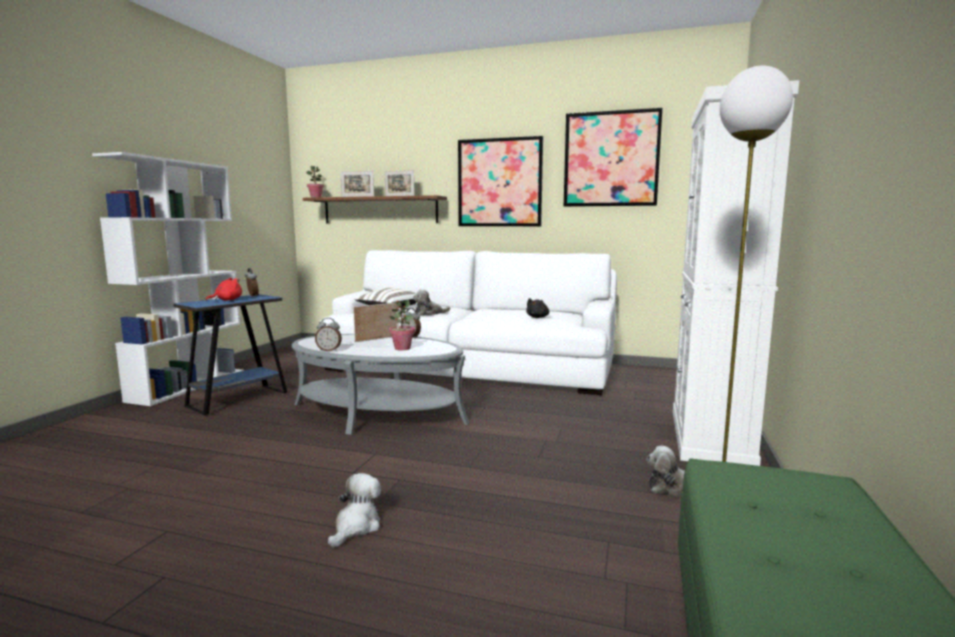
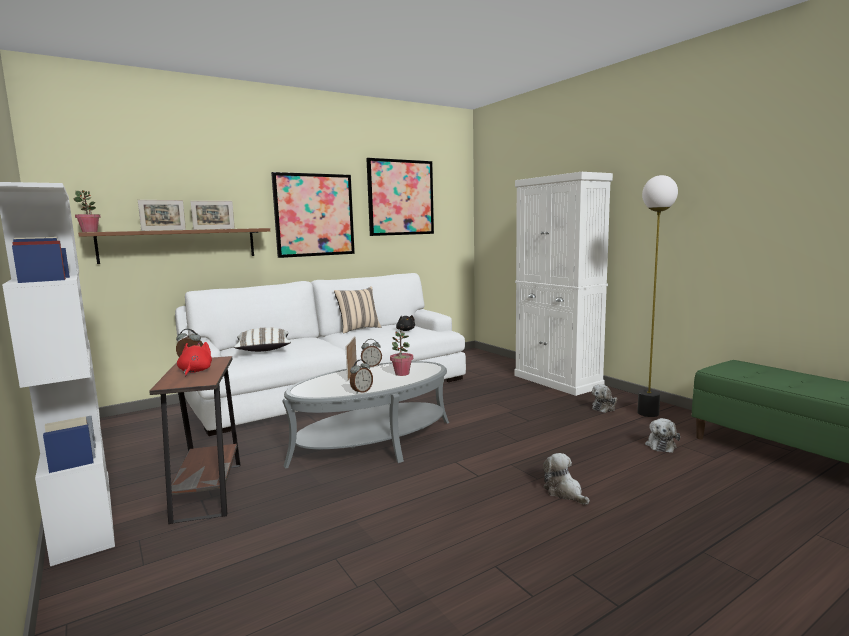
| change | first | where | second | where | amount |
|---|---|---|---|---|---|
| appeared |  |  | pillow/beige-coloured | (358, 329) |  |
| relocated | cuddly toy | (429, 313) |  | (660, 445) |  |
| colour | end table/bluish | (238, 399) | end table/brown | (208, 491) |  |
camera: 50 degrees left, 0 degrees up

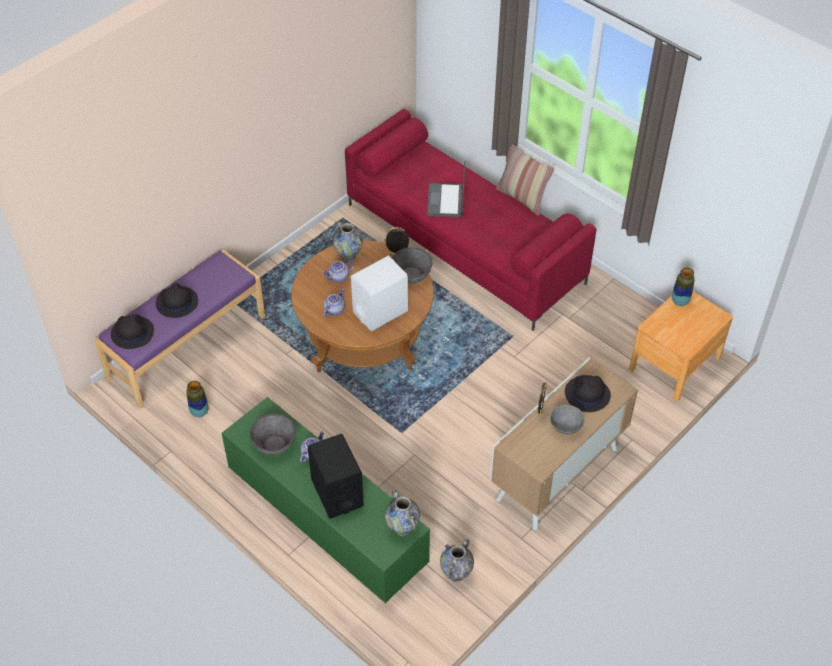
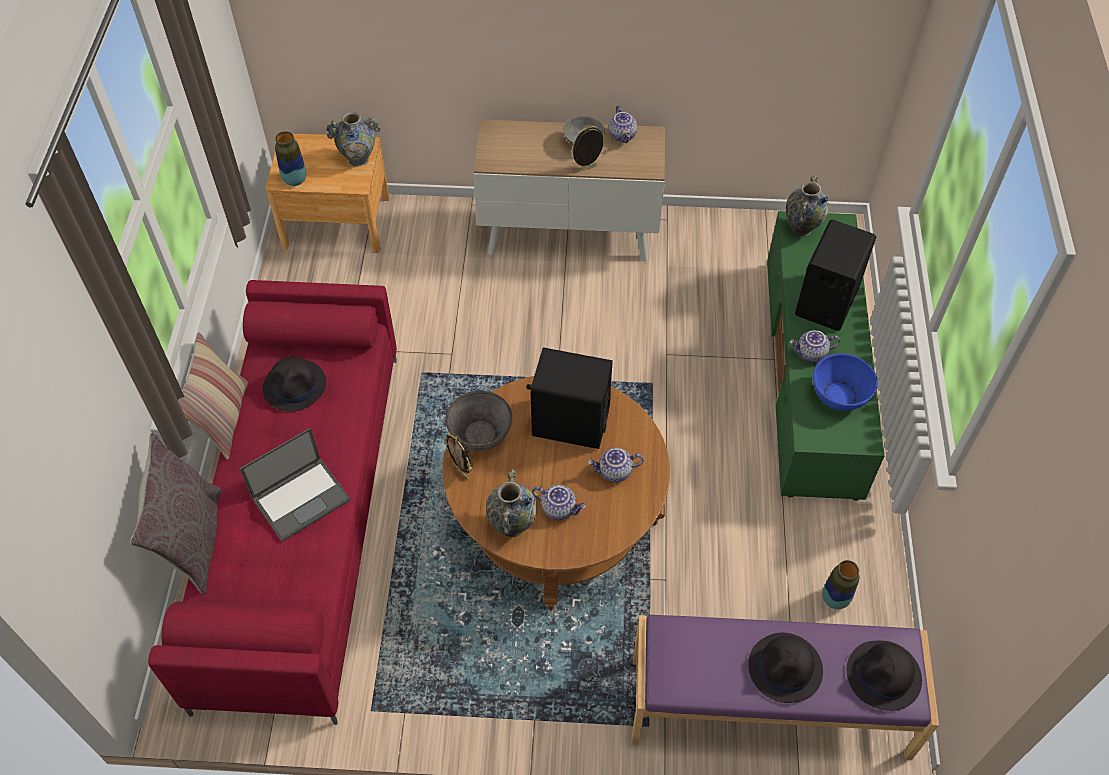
| change | first | where | second | where | amount |
|---|---|---|---|---|---|
| appeared |  |  | pillow/greyish | (192, 541) |  |
| appeared |  |  | teapot | (623, 135) |  |
| relocated | flower vase | (456, 574) |  | (358, 159) |  |
| relocated | clothing hat/black-coloured | (587, 394) |  | (295, 386) |  |
| colour | deep dish/greyish | (274, 444) | deep dish/bluish | (839, 395) |  |
| colour | loudspeaker/white-coloured | (380, 312) | loudspeaker/black-coloured | (570, 423) |  |
camera: 130 degrees left, 5 degrees up

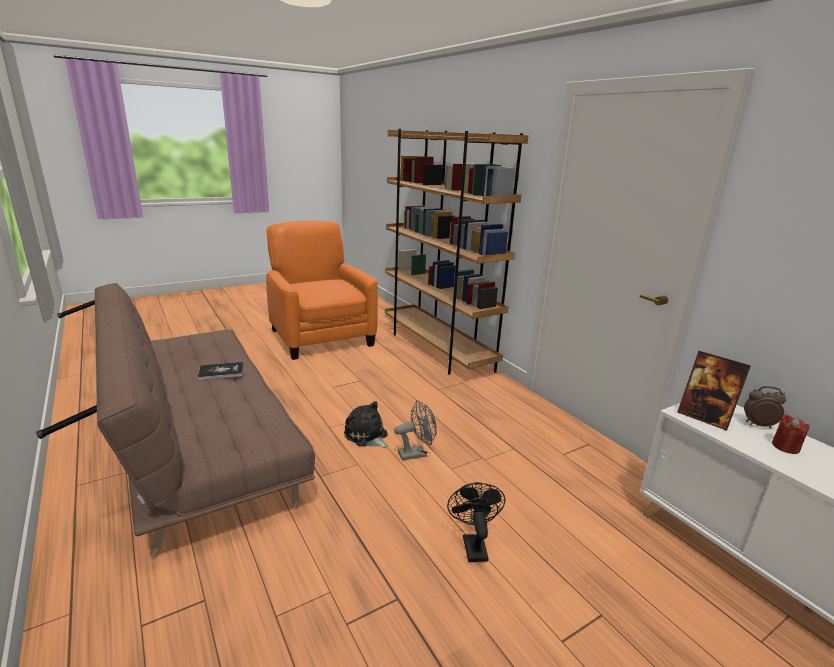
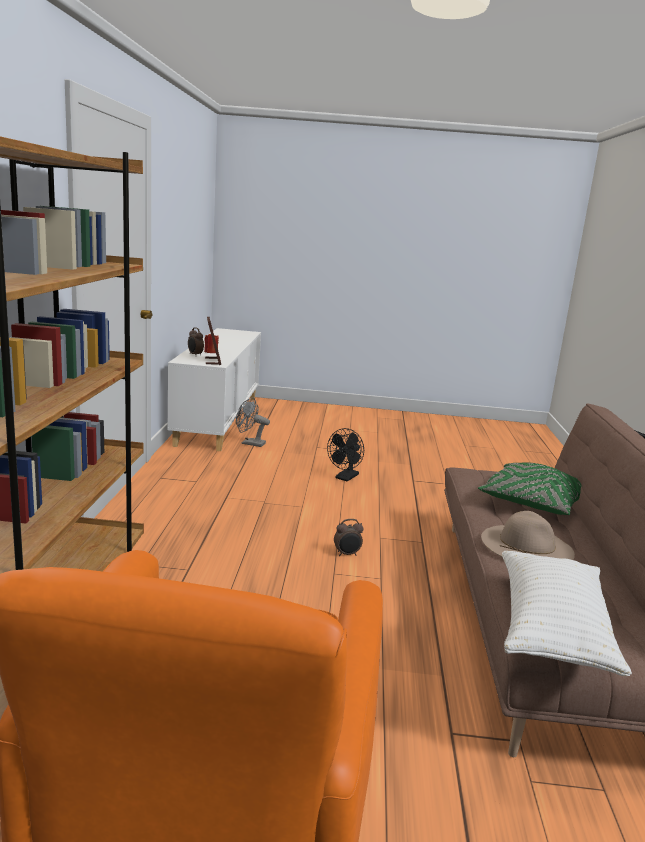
| change | first | where | second | where | amount |
|---|---|---|---|---|---|
| appeared |  |  | pillow/greenish | (532, 504) |  |
| appeared |  |  | pillow/white-coloured | (552, 629) |  |
| relocated | electric fan/greyish | (416, 453) |  | (249, 443) |  |
| exchanged | bound book | (221, 372) | clothing hat/beige-coloured | (526, 545) |  |
| exchanged | cuddly toy | (367, 436) | alarm clock | (347, 554) |  |
camera: 145 degrees left, 5 degrees down

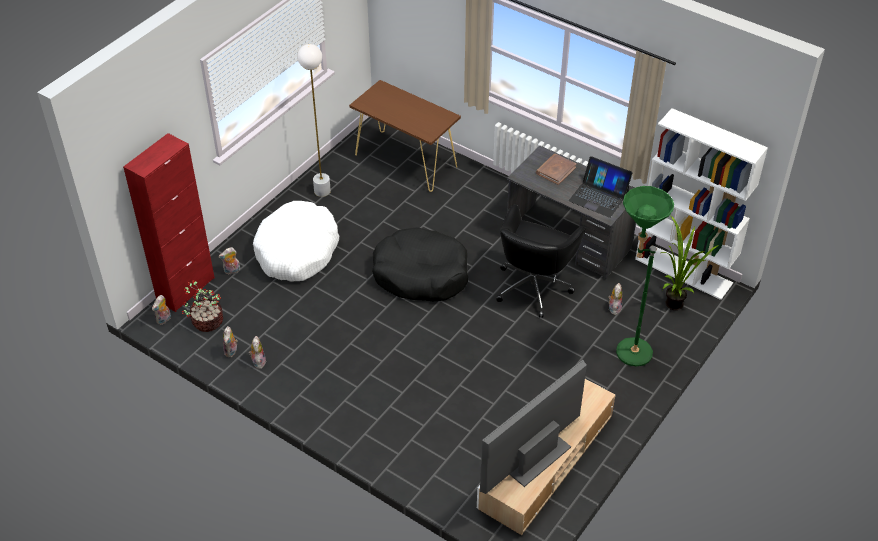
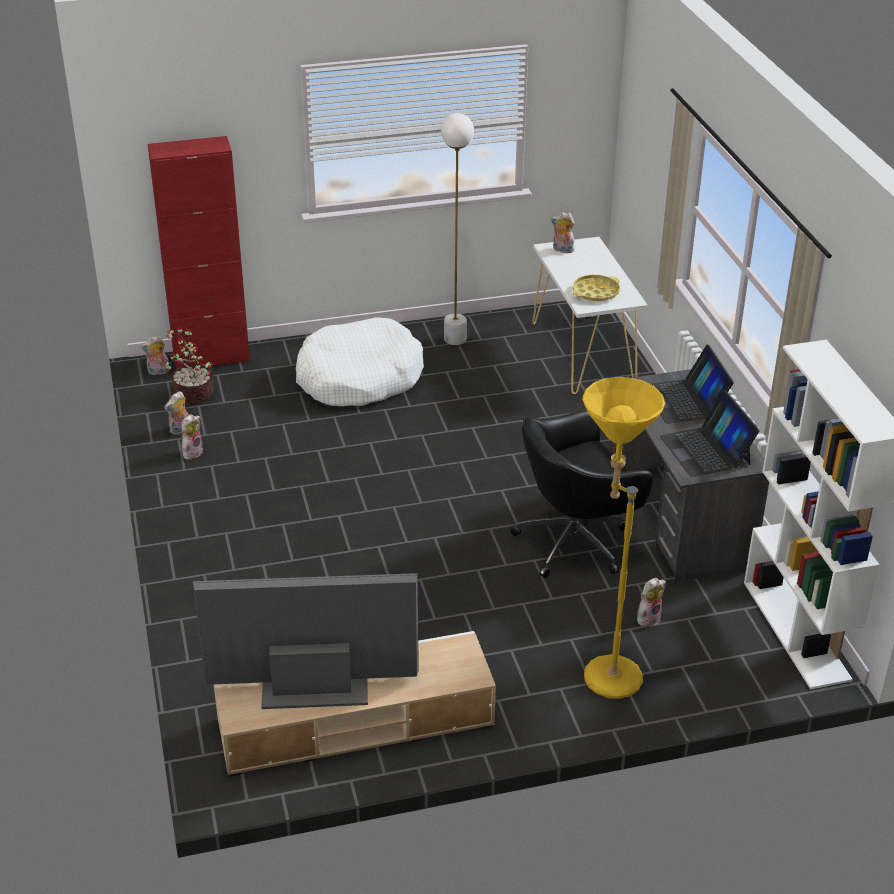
| change | first | where | second | where | amount |
|---|---|---|---|---|---|
| missing | pet bed/black-coloured | (421, 274) |  |  |  |
| missing | potted plant | (673, 301) |  |  |  |
| appeared |  |  | carrying tray/yellow | (595, 292) |  |
| relocated | cuddly toy | (232, 271) |  | (562, 250) |  |
| exchanged | bound book/brown | (555, 170) | notebook computer | (685, 400) |  |
| colour | narrow table/brown | (406, 161) | narrow table/white-coloured | (583, 354) |  |
| colour | standard lamp/greenish | (626, 352) | standard lamp/yellow | (602, 671) |  |
camera: 40 degrees right, 10 degrees down

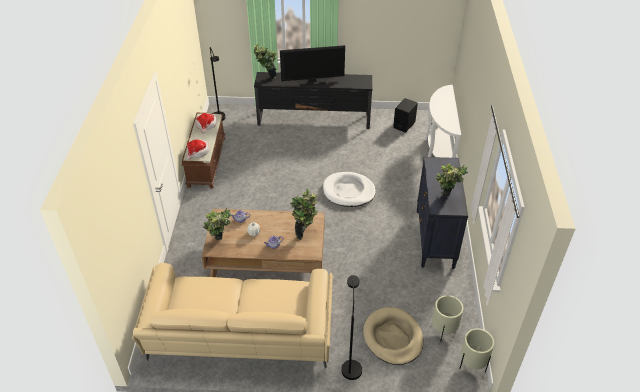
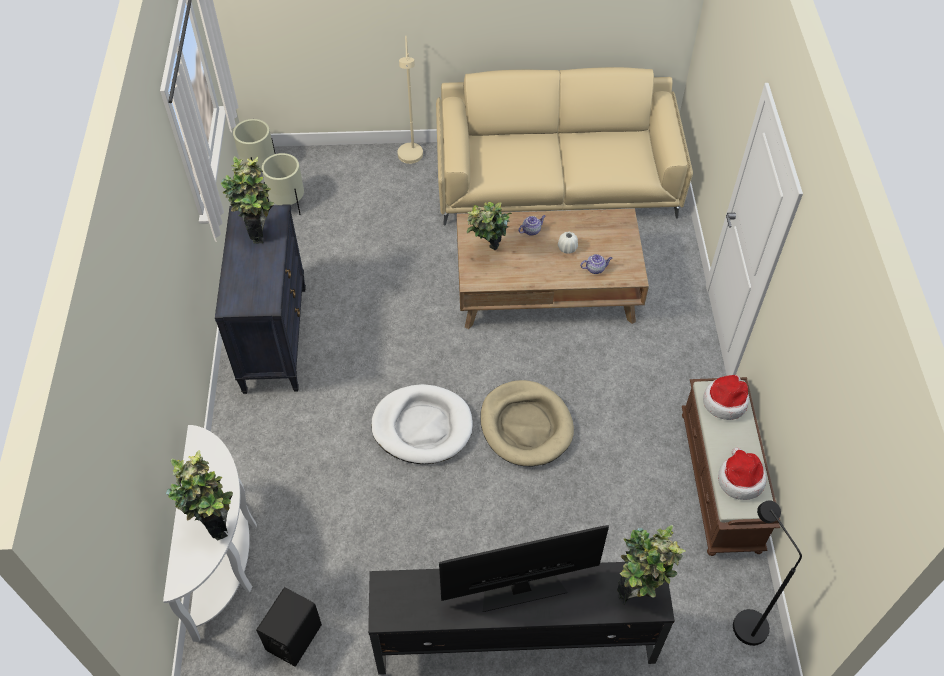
| change | first | where | second | where | amount |
|---|---|---|---|---|---|
| relocated | potted plant | (220, 244) |  | (213, 521) |  |
| relocated | pet bed/beige-coloured | (393, 337) |  | (526, 425) |  |
| colour | standard lamp/black-coloured | (350, 365) | standard lamp/beige-coloured | (411, 160) |  |
camera: 175 degrees right, 10 degrees up

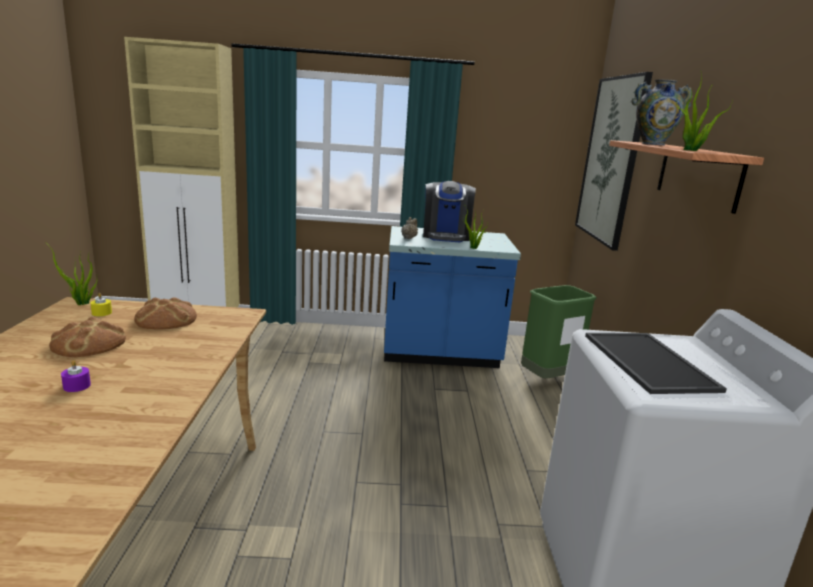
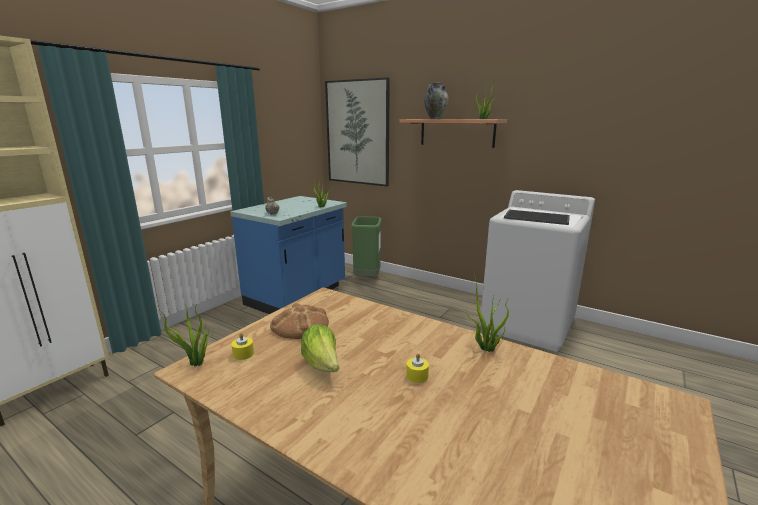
| change | first | where | second | where | amount |
|---|---|---|---|---|---|
| missing | coffee brewer | (446, 236) |  |  |  |
| appeared |  |  | potted plant | (485, 348) |  |
| exchanged | baked bread | (89, 343) | lettuce head | (322, 365) |  |
| colour | candle/purplish | (77, 386) | candle/yellow | (417, 376) |  |
camera: 55 degrees left, 0 degrees up

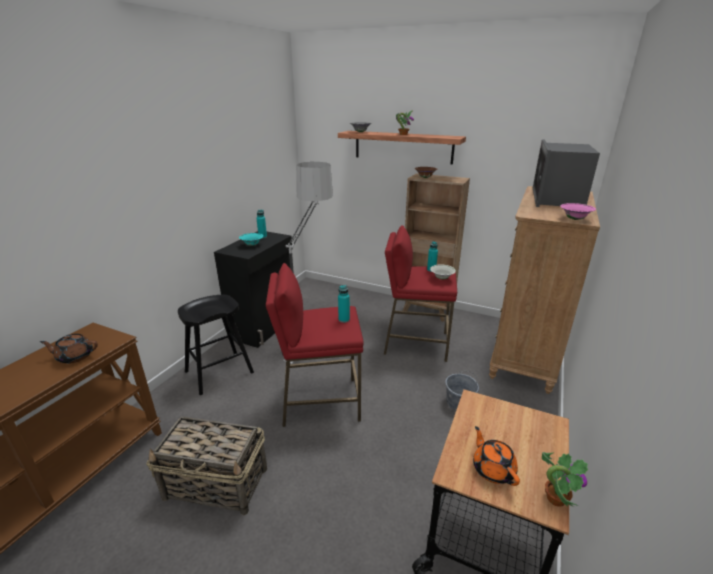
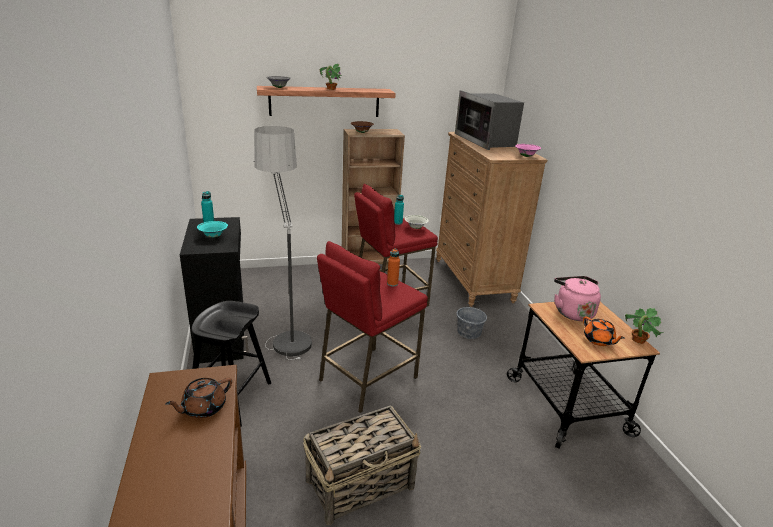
| change | first | where | second | where | amount |
|---|---|---|---|---|---|
| appeared |  |  | tea kettle/pinkish | (572, 312) |  |
| colour | drink bottle/turquoise | (344, 319) | drink bottle/orangey | (392, 283) |  |
| spun | teapot/orangey | (493, 469) |  | (598, 340) | 150 degrees counterclockwise |
camera: 40 degrees left, 0 degrees up

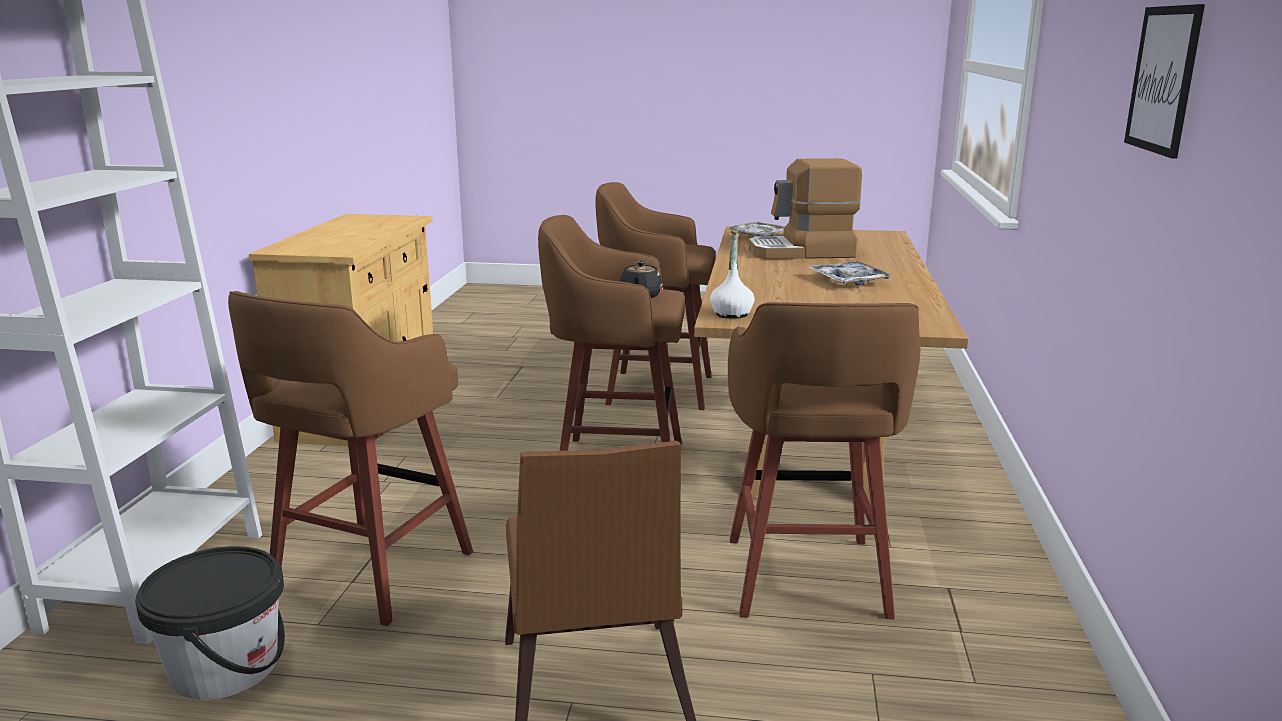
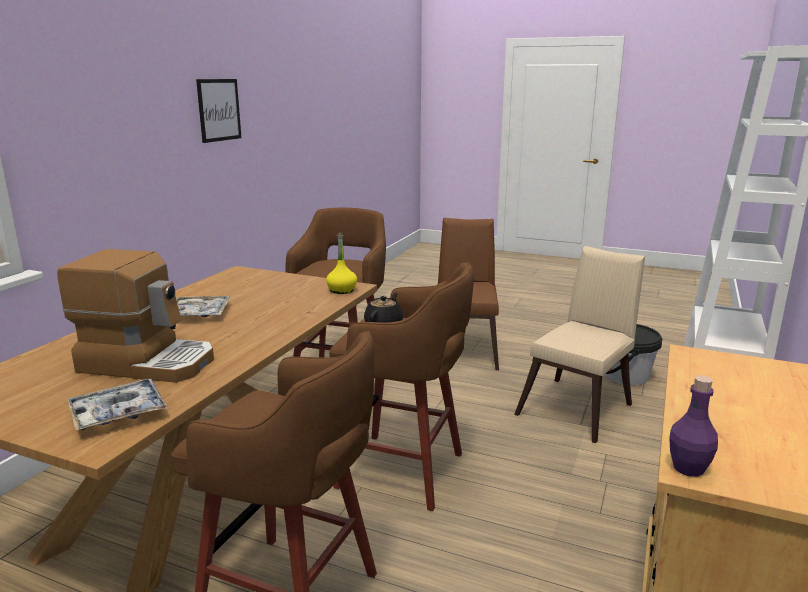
| change | first | where | second | where | amount |
|---|---|---|---|---|---|
| appeared |  |  | drink bottle/purplish | (688, 468) |  |
| exchanged | stool/brown | (368, 575) | plain chair/beige-coloured | (579, 407) |  |
| colour | drink bottle/white-coloured | (732, 314) | drink bottle/yellow | (341, 290) |  |
camera: 165 degrees left, 0 degrees up

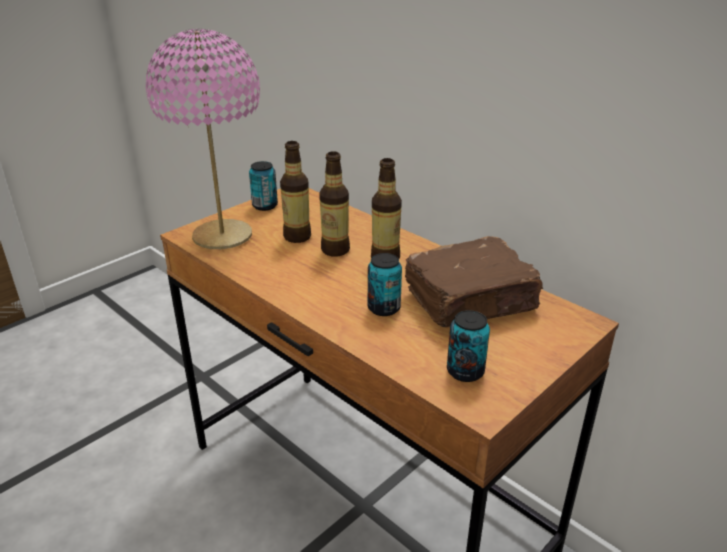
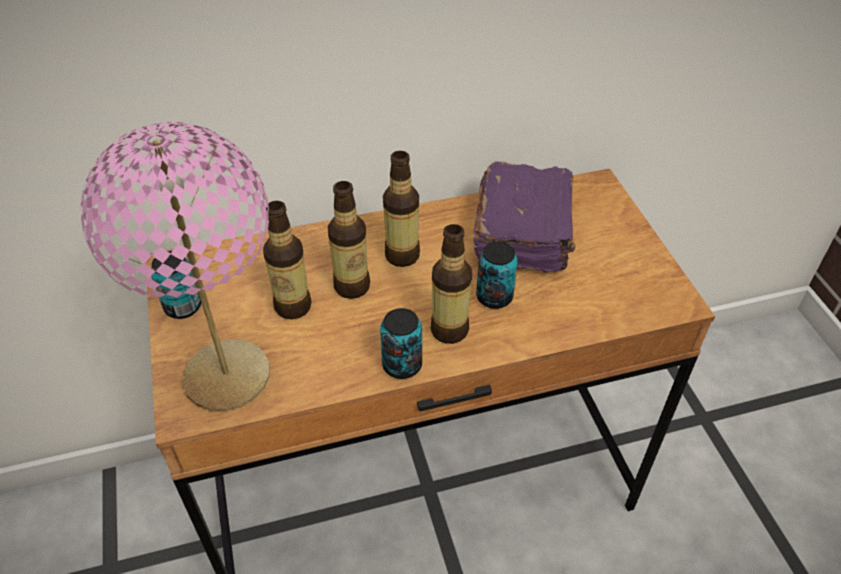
| change | first | where | second | where | amount |
|---|---|---|---|---|---|
| appeared |  |  | drink bottle | (449, 330) |  |
| relocated | can | (465, 371) |  | (402, 365) |  |
| colour | bound book/brown | (471, 301) | bound book/purplish | (524, 233) |  |
camera: 60 degrees left, 15 degrees up

